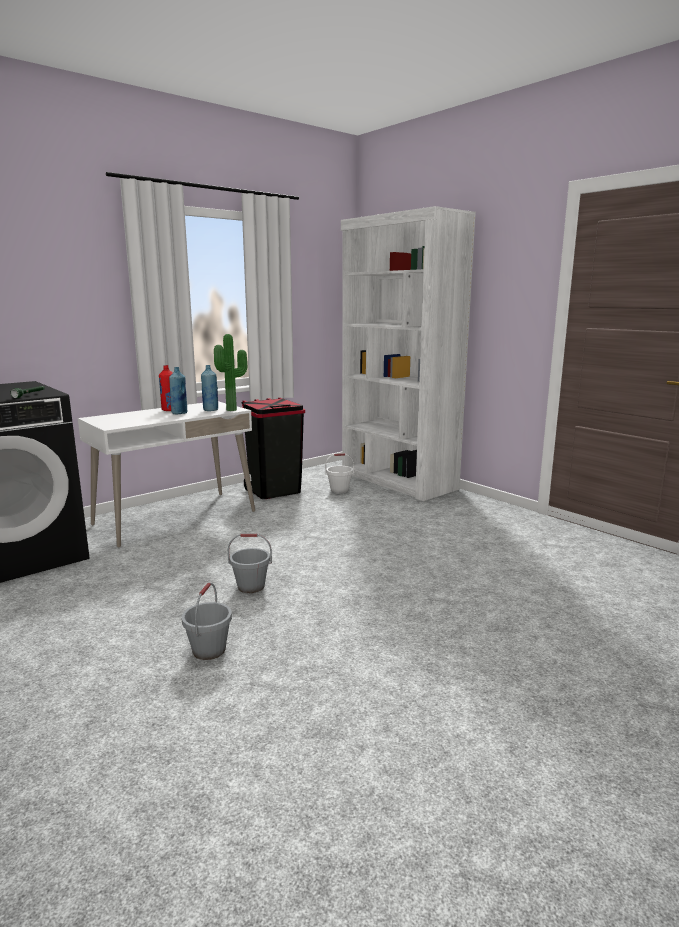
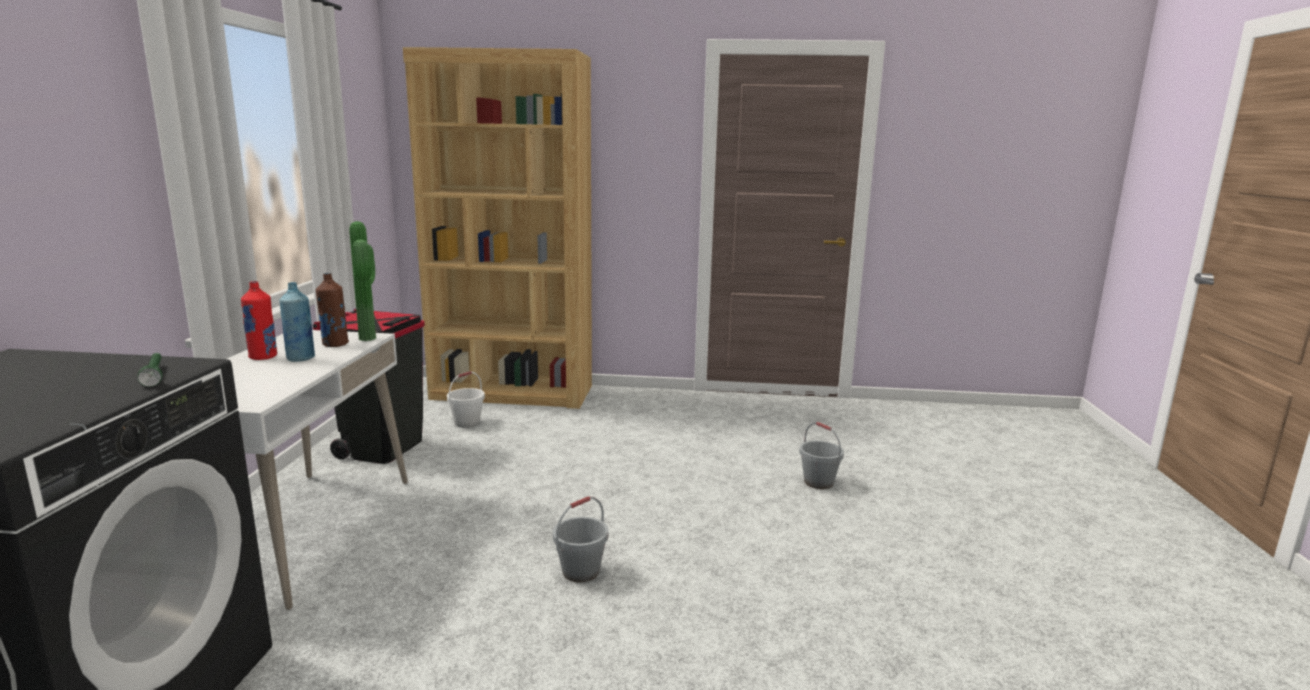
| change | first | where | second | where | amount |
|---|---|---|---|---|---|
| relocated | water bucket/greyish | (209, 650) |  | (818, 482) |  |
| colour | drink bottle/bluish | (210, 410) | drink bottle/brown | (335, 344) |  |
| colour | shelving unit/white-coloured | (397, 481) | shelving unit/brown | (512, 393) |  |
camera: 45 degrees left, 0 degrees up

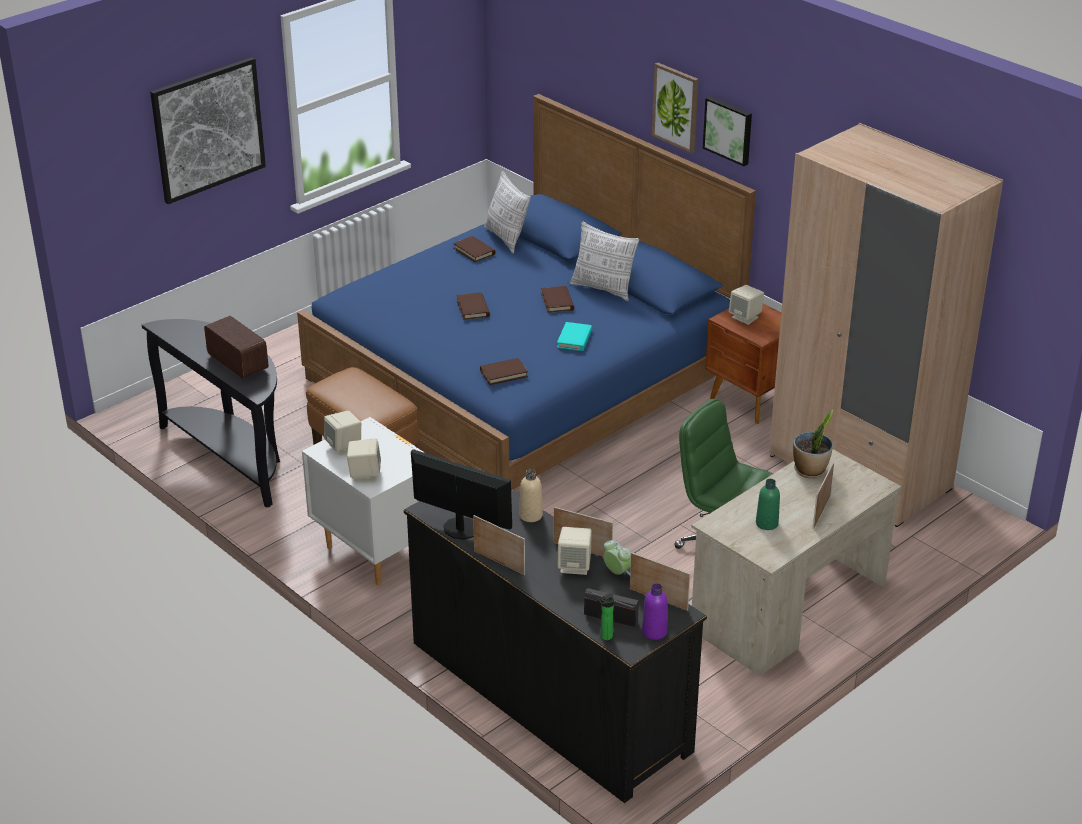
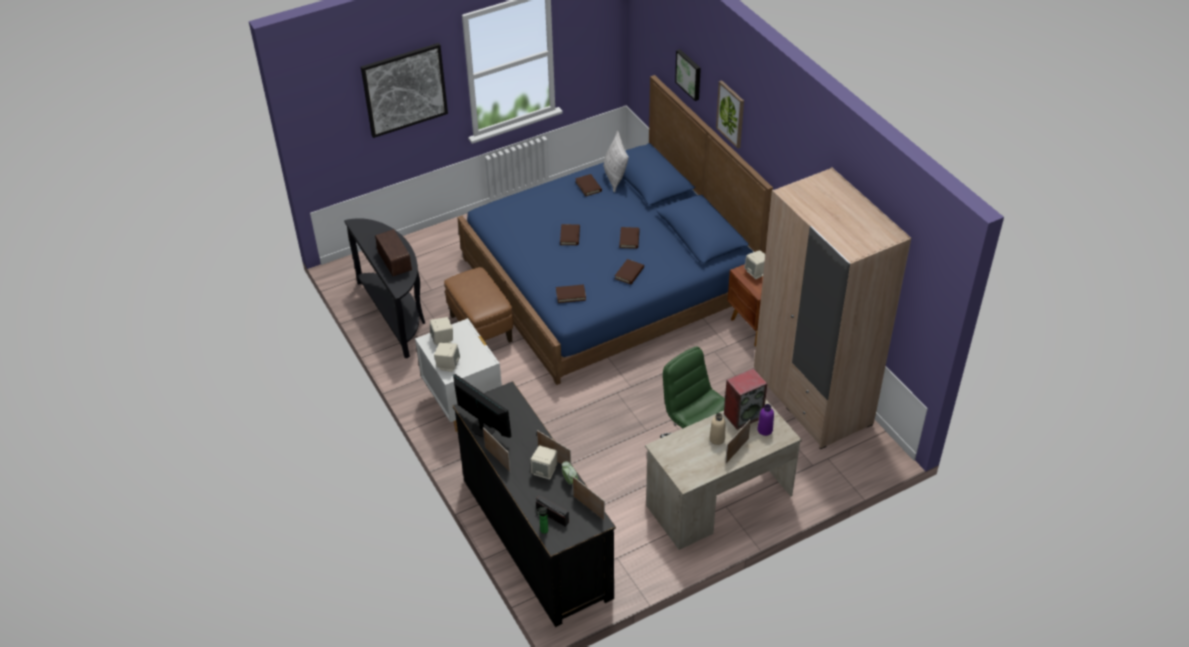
| change | first | where | second | where | amount |
|---|---|---|---|---|---|
| missing | pillow | (603, 288) |  |  |  |
| missing | drink bottle/greenish | (767, 523) |  |  |  |
| relocated | drink bottle/beige-coloured | (531, 515) |  | (717, 439) |  |
| relocated | drink bottle/purplish | (654, 632) |  | (765, 430) |  |
| relocated | picture | (729, 130) |  | (689, 74) |  |
| exchanged | potted plant | (810, 470) | loudspeaker | (743, 415) |  |
| colour | bound book/turquoise | (574, 339) | bound book/brown | (629, 273) |  |
camera: 15 degrees right, 10 degrees up

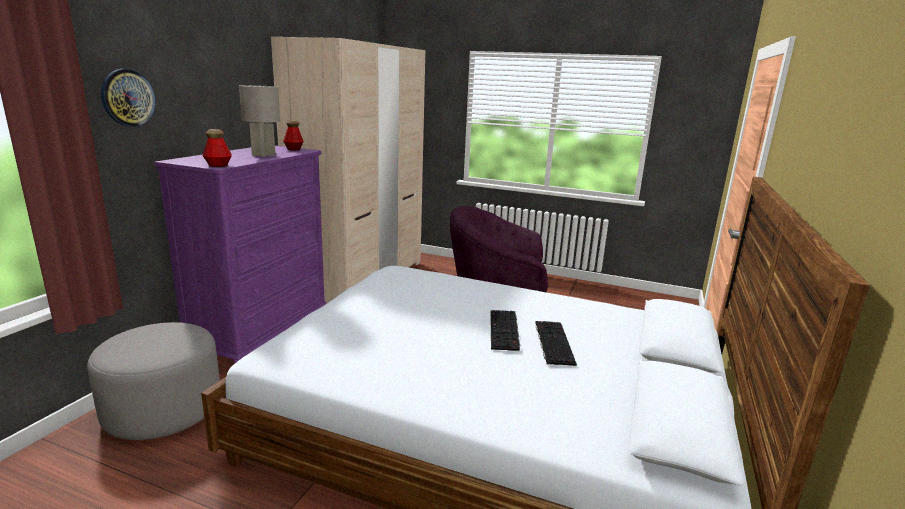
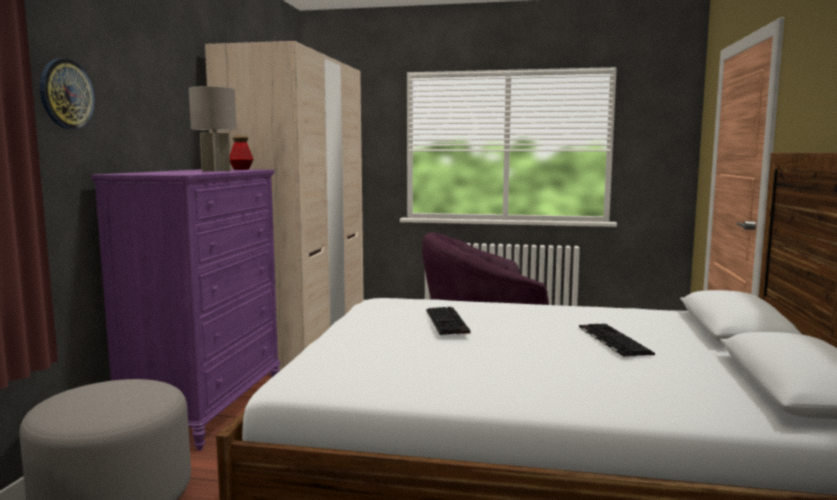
| change | first | where | second | where | amount |
|---|---|---|---|---|---|
| missing | drink bottle | (218, 165) |  |  |  |
| relocated | keyboard | (505, 330) |  | (448, 321) |  |
camera: 10 degrees left, 10 degrees down

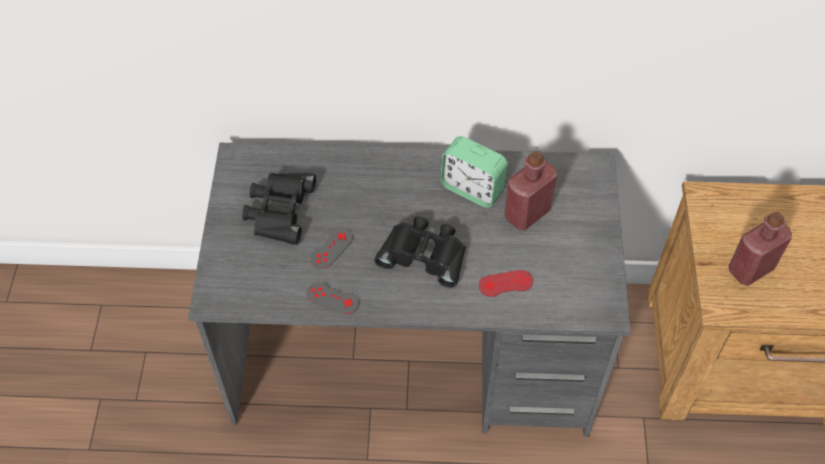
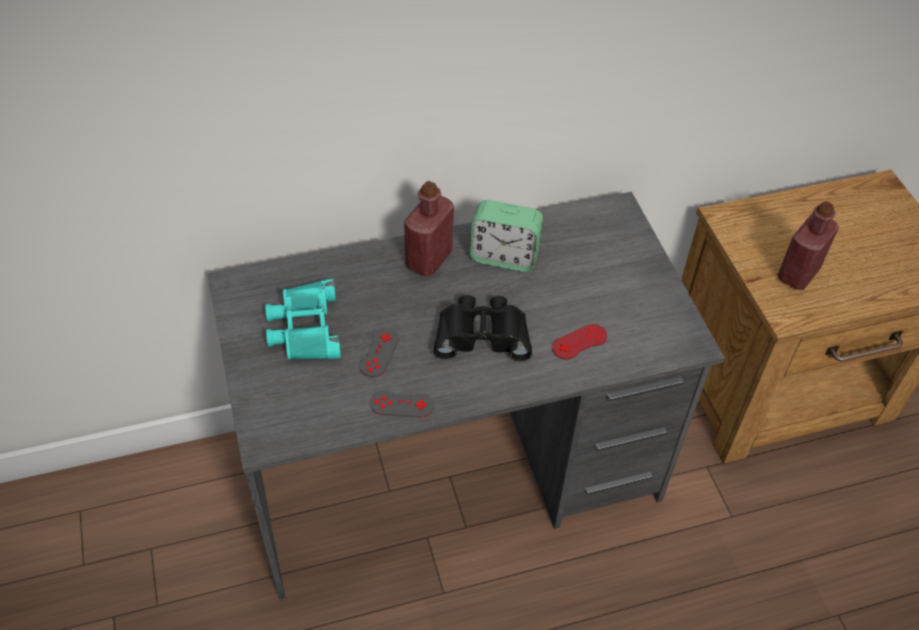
| change | first | where | second | where | amount |
|---|---|---|---|---|---|
| relocated | drink bottle/reddish | (527, 213) |  | (429, 259) |  |
| colour | field glasses/black-coloured | (279, 210) | field glasses/turquoise | (304, 327) |  |
camera: 20 degrees left, 5 degrees down

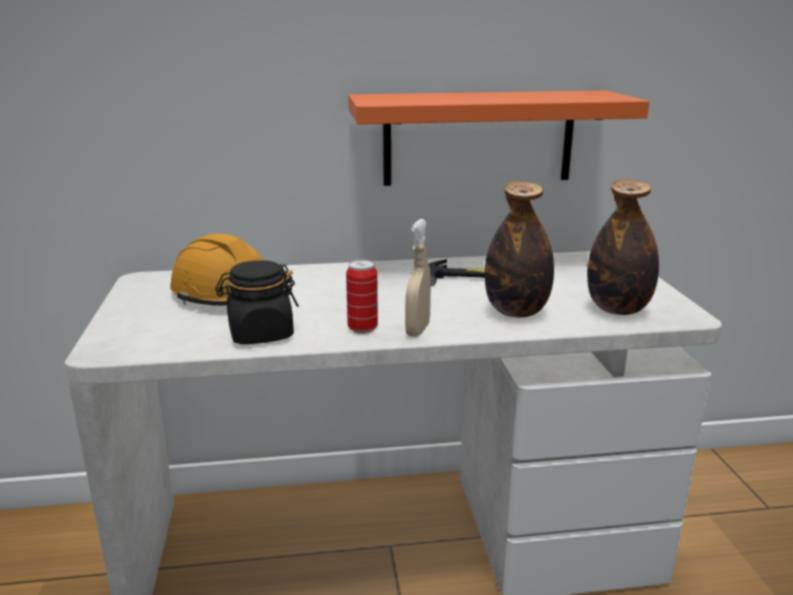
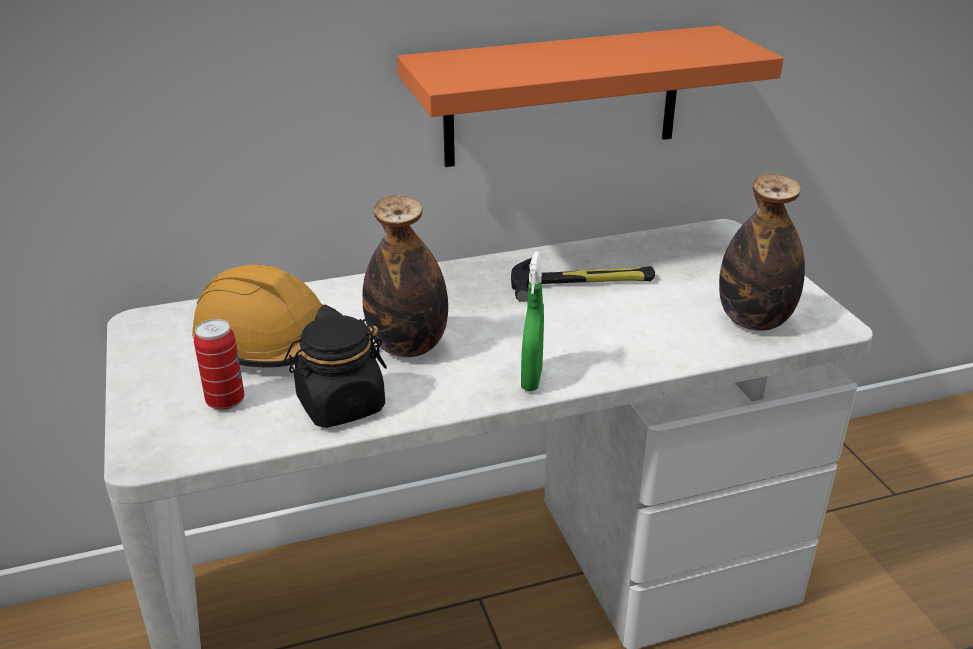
| change | first | where | second | where | amount |
|---|---|---|---|---|---|
| relocated | can | (362, 328) |  | (225, 401) |  |
| relocated | drink bottle | (516, 312) |  | (408, 346) |  |
| colour | sprayer/beige-coloured | (417, 330) | sprayer/greenish | (531, 379) |  |
camera: 10 degrees left, 10 degrees up

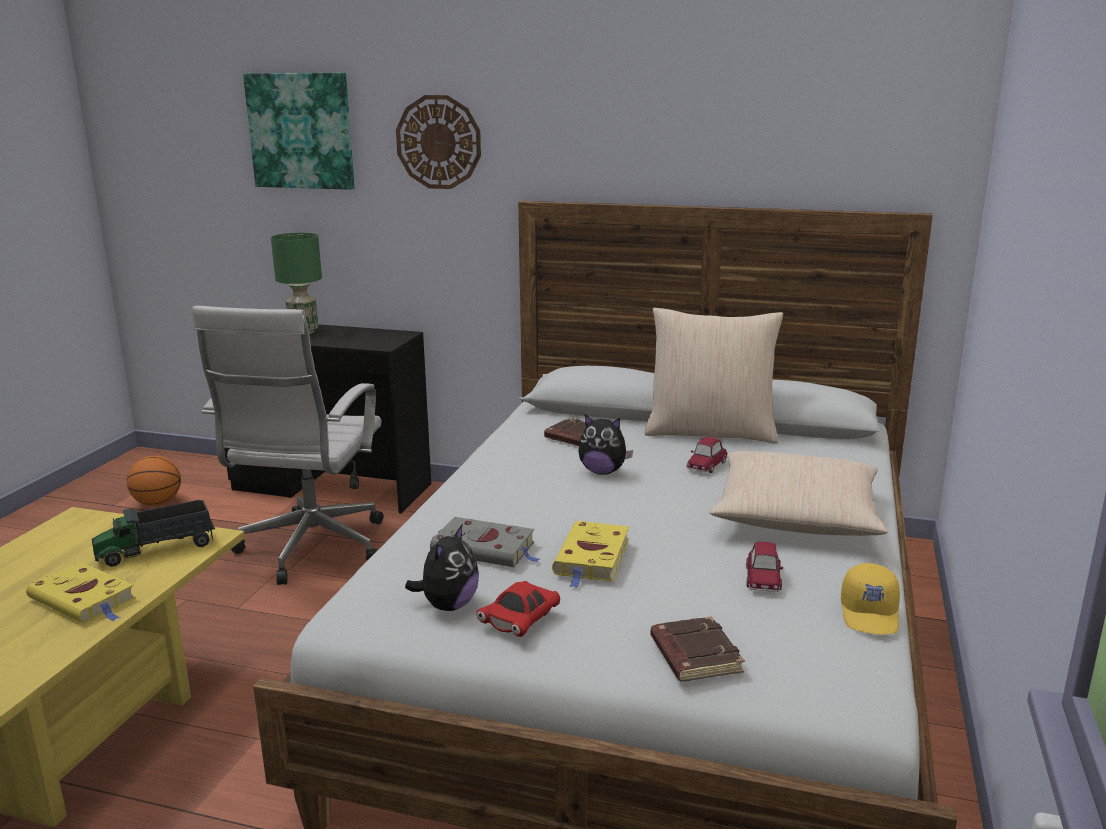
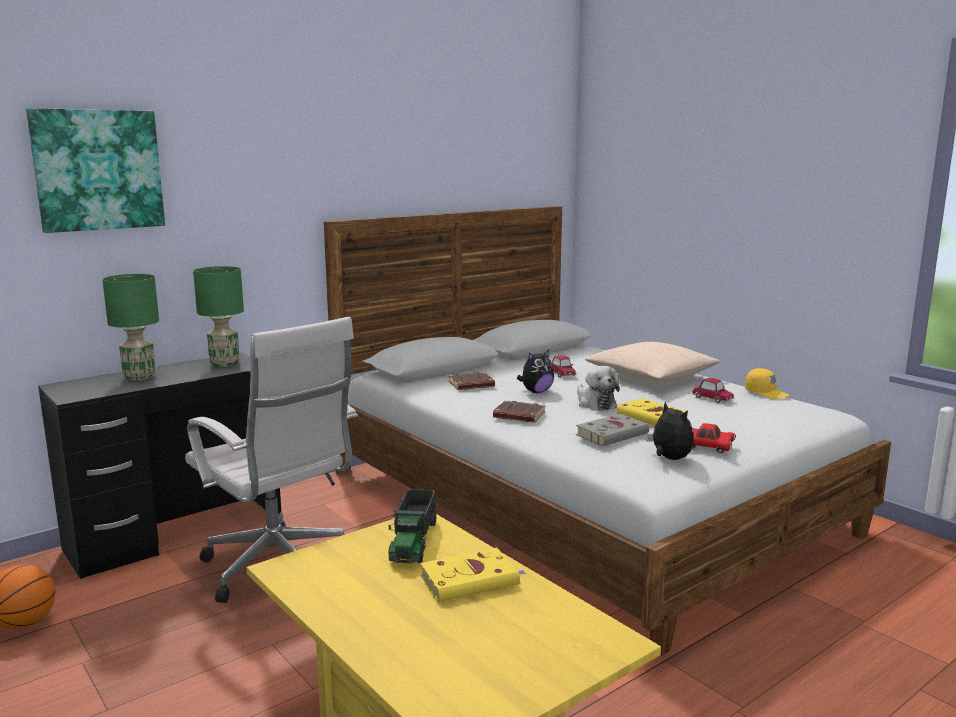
| change | first | where | second | where | amount |
|---|---|---|---|---|---|
| missing | wall clock | (438, 142) |  |  |  |
| missing | pillow/beige-coloured | (710, 432) |  |  |  |
| appeared |  |  | table lamp/greenish | (224, 364) |  |
| appeared |  |  | cuddly toy | (595, 403) |  |
| relocated | bound book/brown | (693, 655) |  | (518, 416) |  |
| spun | miniature car/reddish | (520, 621) |  | (707, 447) | 45 degrees counterclockwise |
camera: 55 degrees left, 5 degrees down

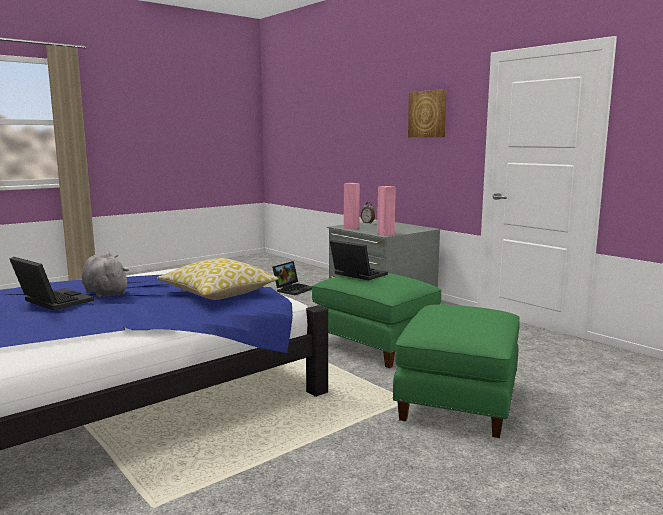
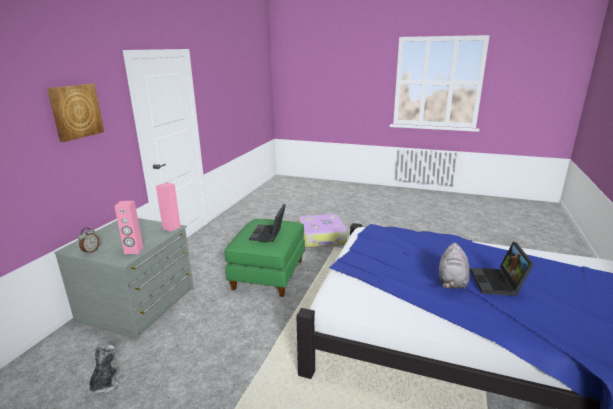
| change | first | where | second | where | amount |
|---|---|---|---|---|---|
| missing | pillow | (218, 294) |  |  |  |
| exchanged | notebook computer | (293, 289) | cuddly toy | (105, 383) |  |
| exchanged | pouffe/greenish | (459, 402) | travel case | (322, 238) |  |
camera: 120 degrees left, 10 degrees up

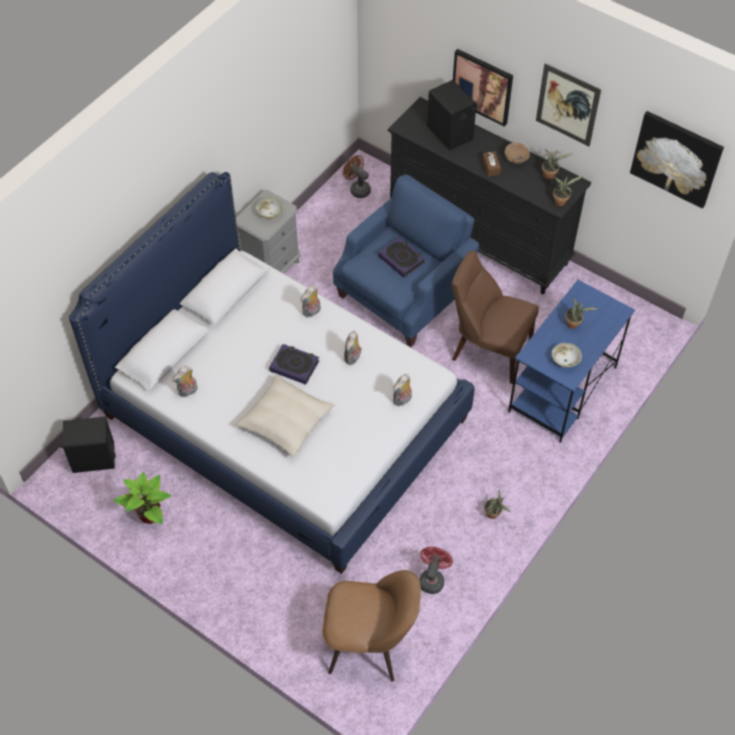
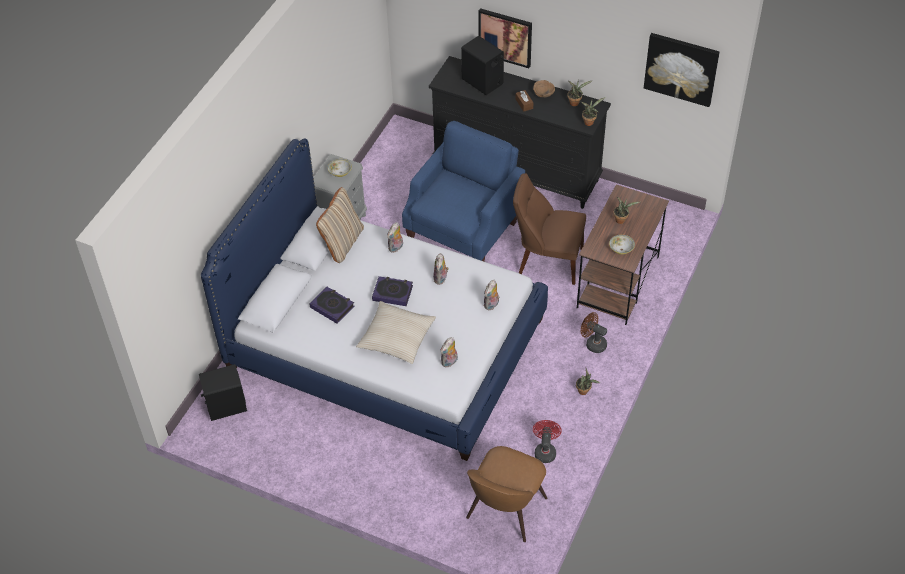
| change | first | where | second | where | amount |
|---|---|---|---|---|---|
| missing | potted plant | (150, 515) |  |  |  |
| missing | picture | (567, 105) |  |  |  |
| appeared |  |  | pillow/beige-coloured | (342, 243) |  |
| relocated | cuddly toy | (188, 391) |  | (449, 362) |  |
| relocated | electric fan/brown | (357, 189) |  | (593, 343) |  |
| relocated | bound book | (401, 259) |  | (332, 307) |  |
| colour | desk table/bluish | (562, 390) | desk table/brown | (618, 282) |  |
| spun | plain chair/brown | (370, 642) |  | (505, 510) | 120 degrees clockwise |
camera: 10 degrees left, 5 degrees down

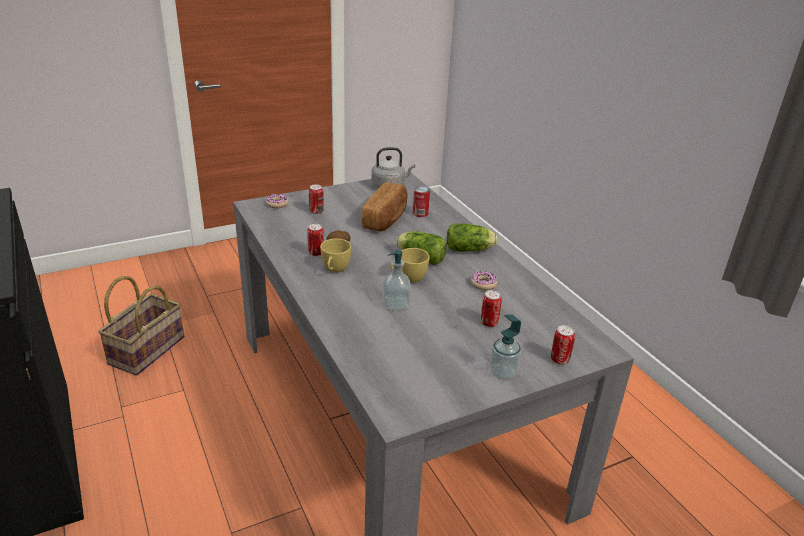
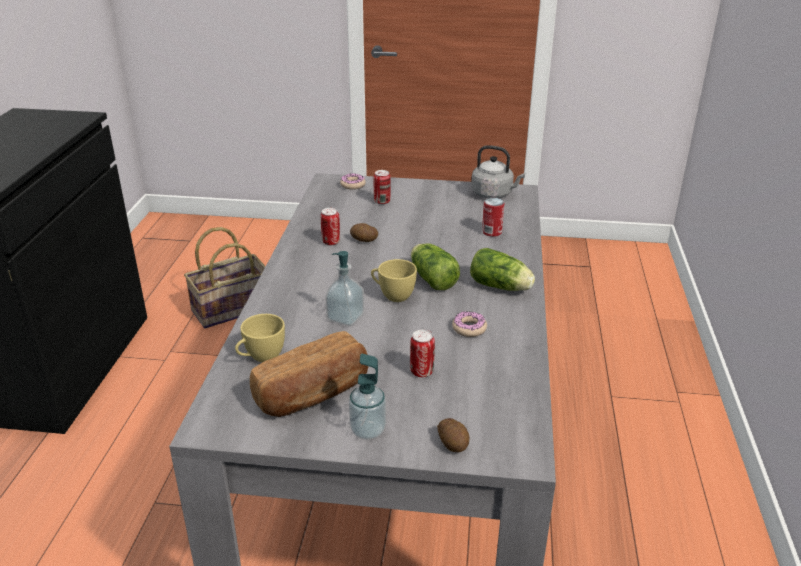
| change | first | where | second | where | amount |
|---|---|---|---|---|---|
| relocated | small cup/yellow | (334, 270) |  | (261, 357) |  |
| relocated | baked bread | (386, 219) |  | (313, 394) |  |
| exchanged | can | (559, 359) | whole potato | (453, 443) |  |
camera: 35 degrees right, 0 degrees up

